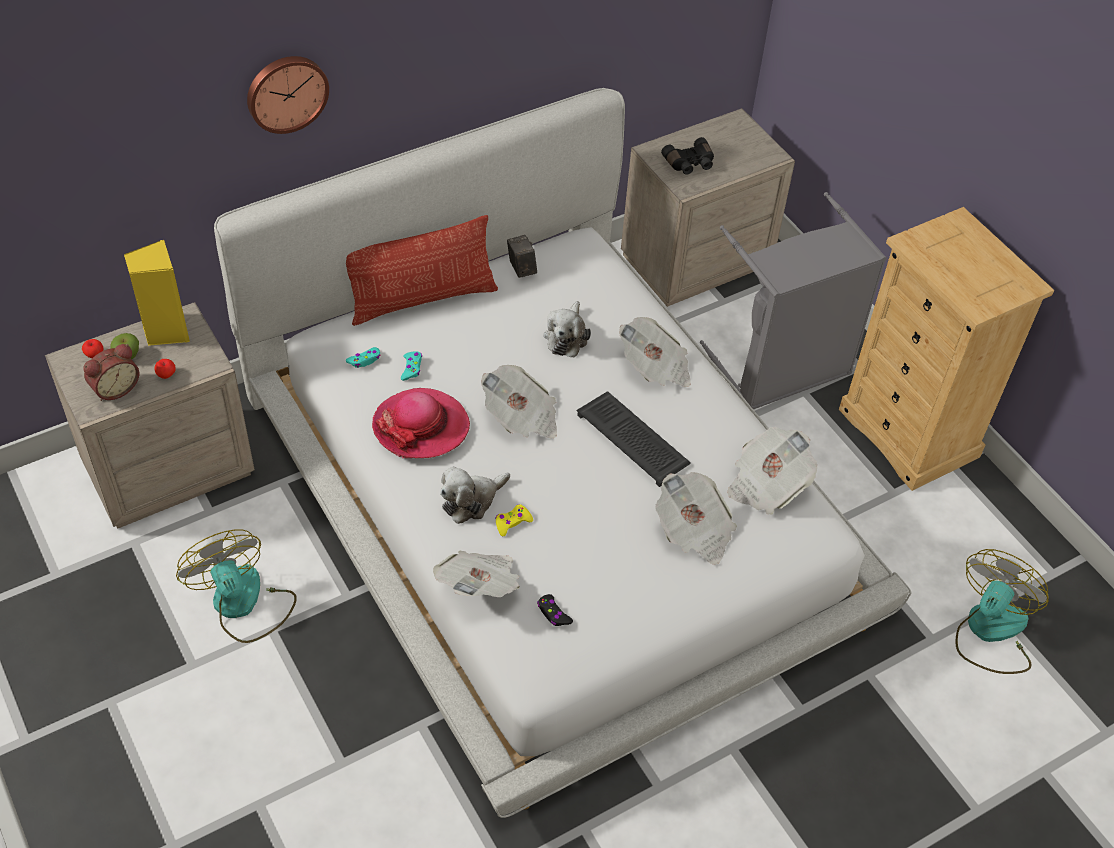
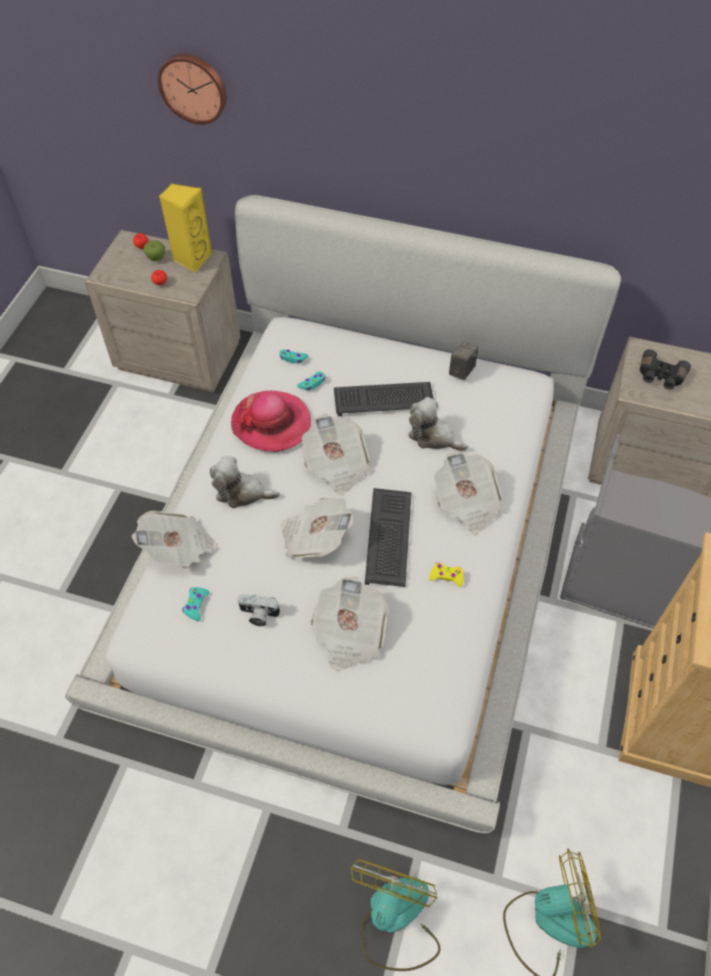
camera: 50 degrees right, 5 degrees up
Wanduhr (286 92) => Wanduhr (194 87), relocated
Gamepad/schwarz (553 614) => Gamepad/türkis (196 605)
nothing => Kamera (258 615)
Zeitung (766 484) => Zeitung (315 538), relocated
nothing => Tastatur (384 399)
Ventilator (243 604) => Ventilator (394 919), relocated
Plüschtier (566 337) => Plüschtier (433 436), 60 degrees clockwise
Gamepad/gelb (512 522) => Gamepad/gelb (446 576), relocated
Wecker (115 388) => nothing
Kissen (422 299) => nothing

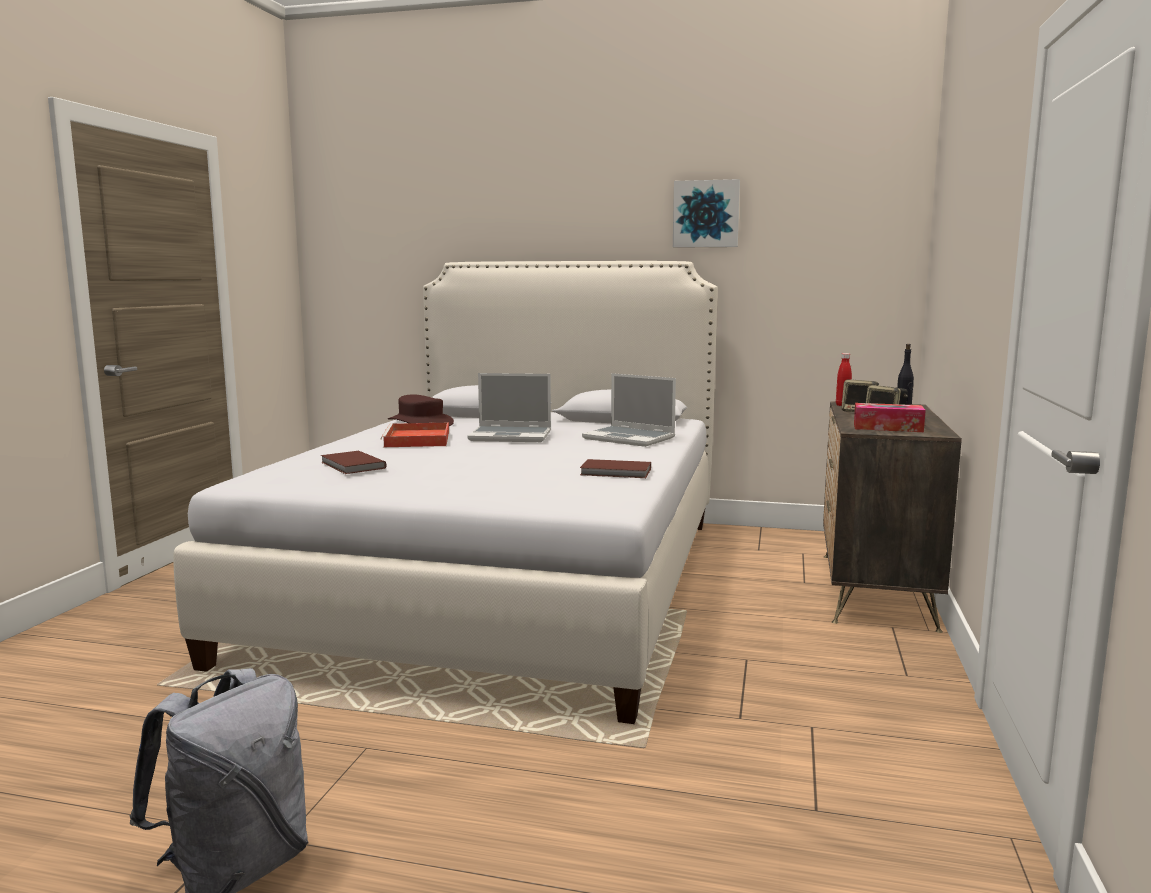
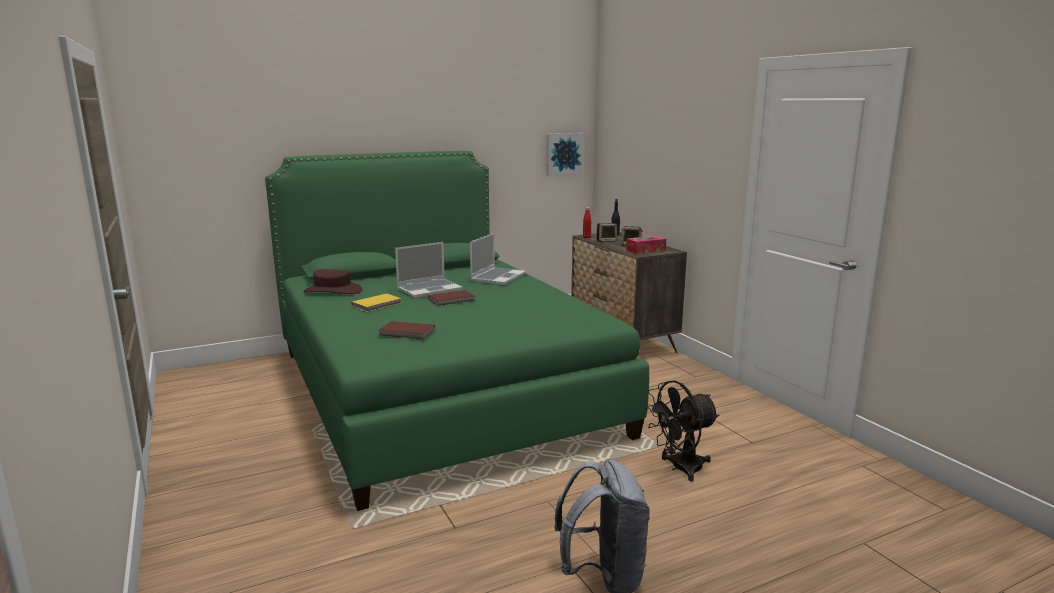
camera: 40 degrees left, 5 degrees up
Bett/weiß (504 582) => Bett/grün (439 390)
Tablett/rot (417 439) => Buch/gelb (378 304)
Buch/braun (616 472) => Buch/braun (452 300), relocated
Laptop (630 438) => Laptop (498 277), 60 degrees counterclockwise
Bild (706 214) => Bild (564 153), relocated
nothing => Ventilator/schwarz (680 468)

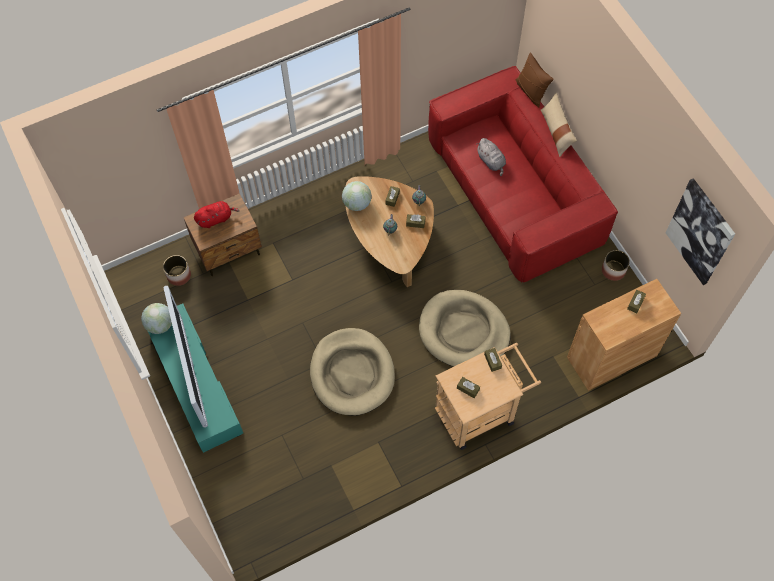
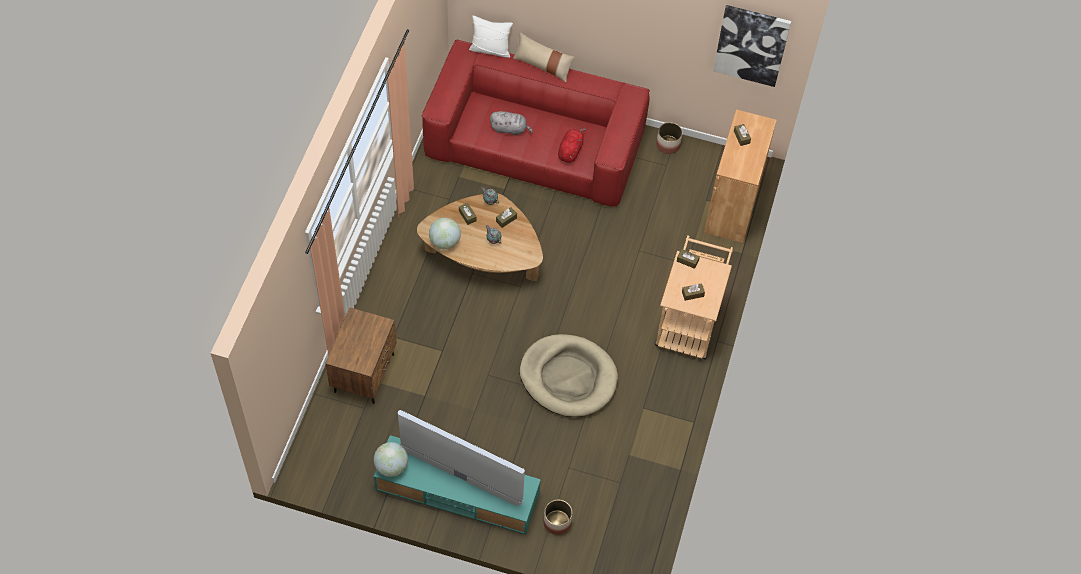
camera: 50 degrees left, 5 degrees down
Kissen/braun (531 91) => Kissen/weiß (490 49)
Pflanzkübel (178 275) => Pflanzkübel (557 522), relocated
Plüschtier/rot (216 219) => Plüschtier/rot (570 151), relocated
Hundebett/beige (464 332) => nothing

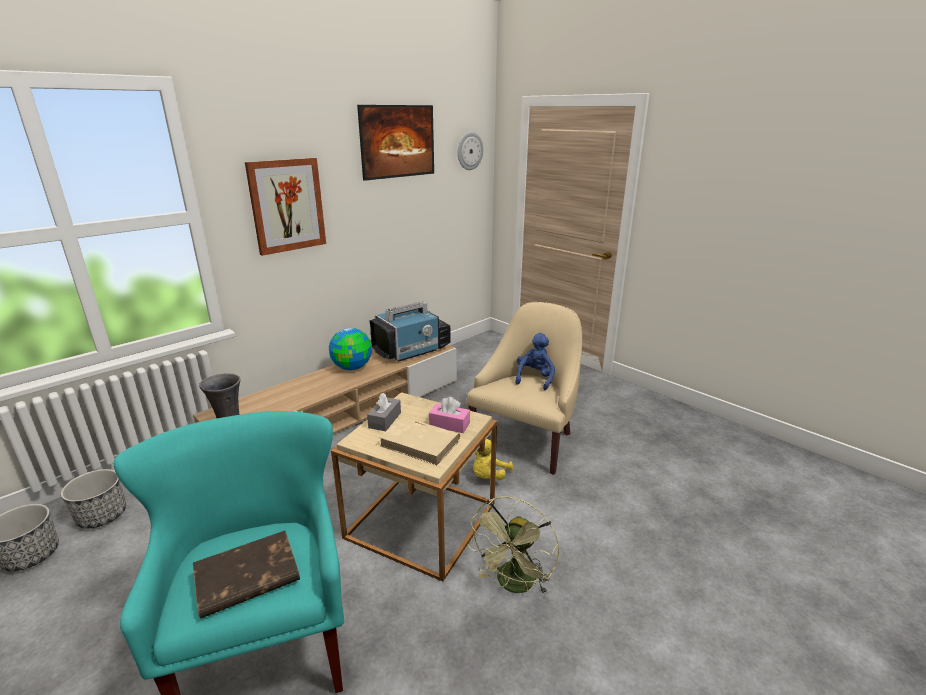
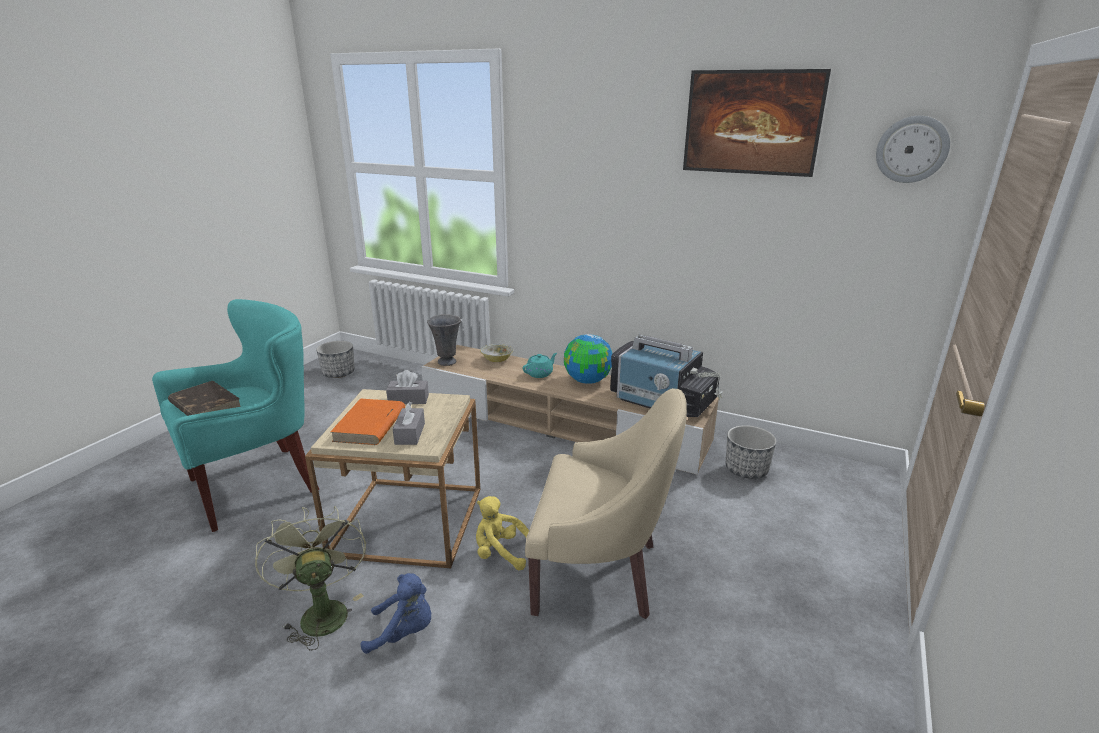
camera: 70 degrees right, 0 degrees up
Ventilator/grün (514 585) => Ventilator/grün (321 611), 60 degrees clockwise
Buch/beige (421 443) => Buch/orange (370 426)
Plüschtier/blau (535 378) => Plüschtier/blau (404 632), relocated
Taschentuchbox/rosa (449 424) => Taschentuchbox/grau (410 434)
nothing => Schüssel (497 360)
nothing => Teekanne/türkis (540 374)
Pflanzkübel (102 516) => Pflanzkübel (746 470), relocated
Bild (287 205) => nothing

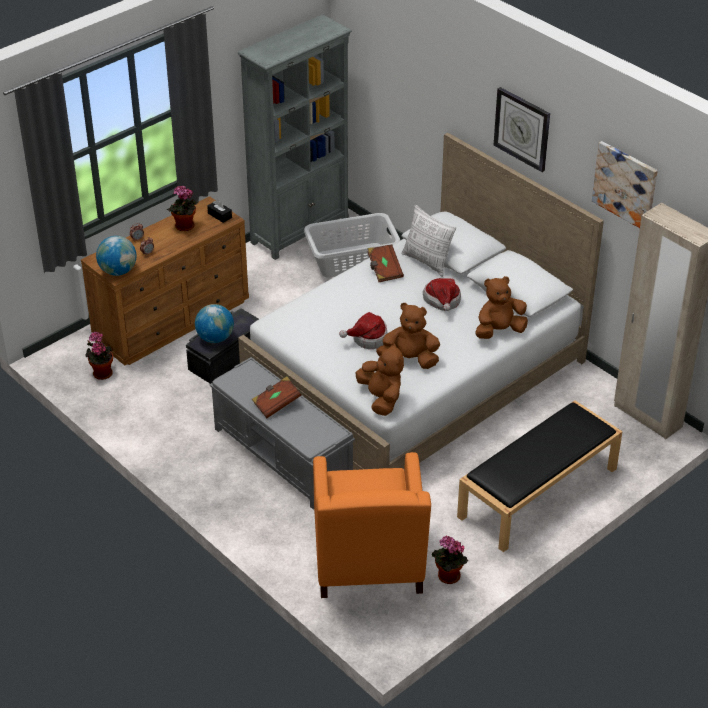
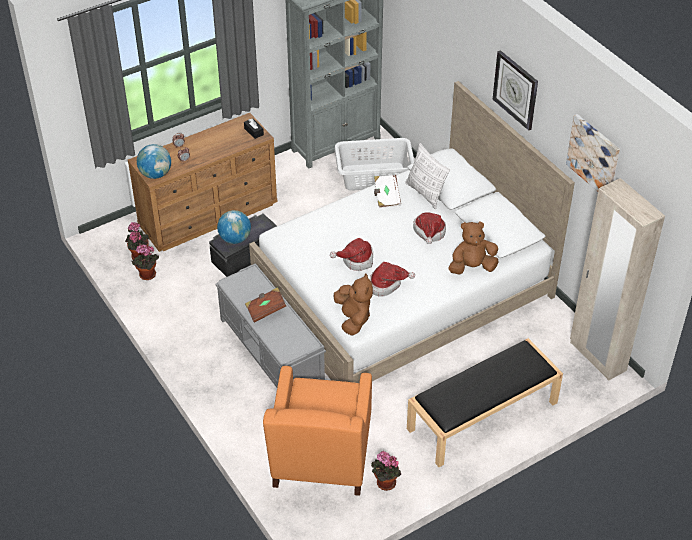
camera: 10 degrees right, 5 degrees up
Topfpflanze (184 227) => Topfpflanze (147 276), relocated
Plüschtier/braun (409 359) => Hut (387 284)
Buch/braun (384 270) => Buch/weiß (386 197)

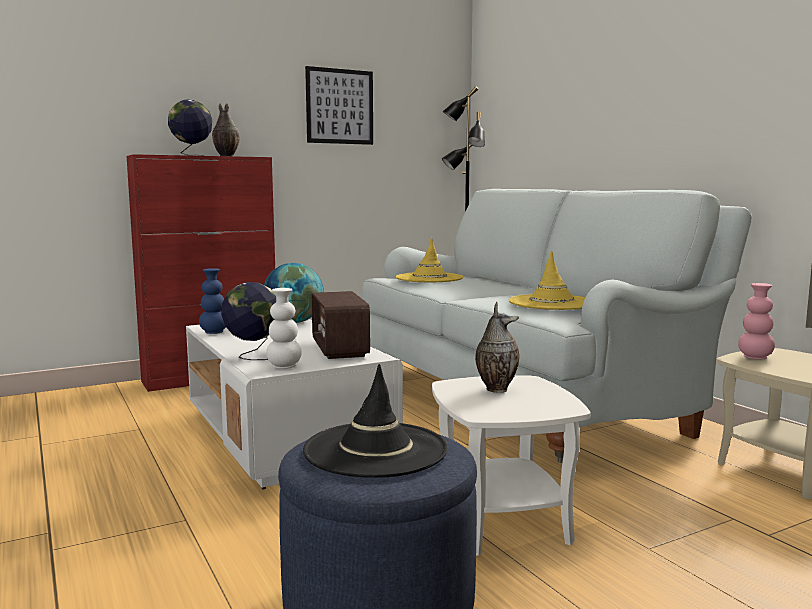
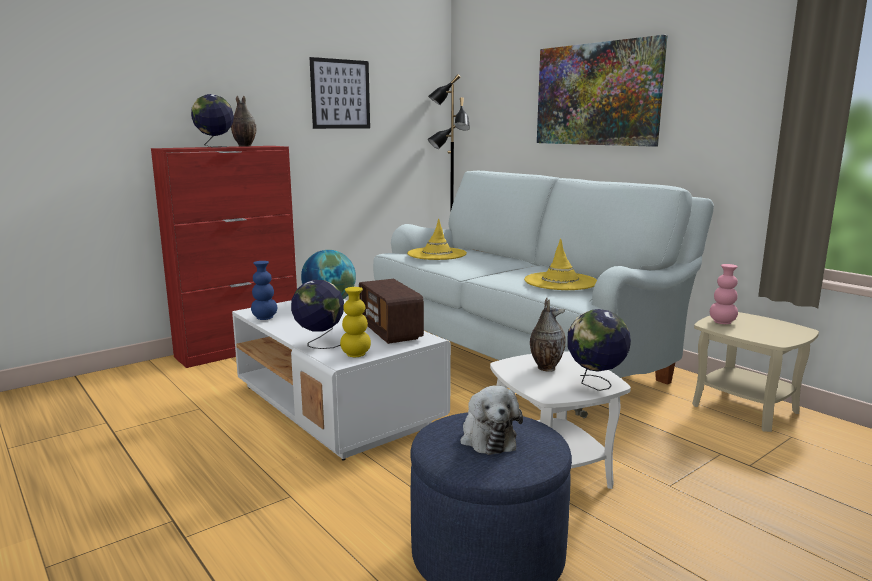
camera: 10 degrees left, 5 degrees up
Vase/weiß (284 367) => Vase/gelb (356 355)
Hut/schwarz (375 450) => Plüschtier (487 437)
nothing => Bild (597 94)
nothing => Globus (595 385)

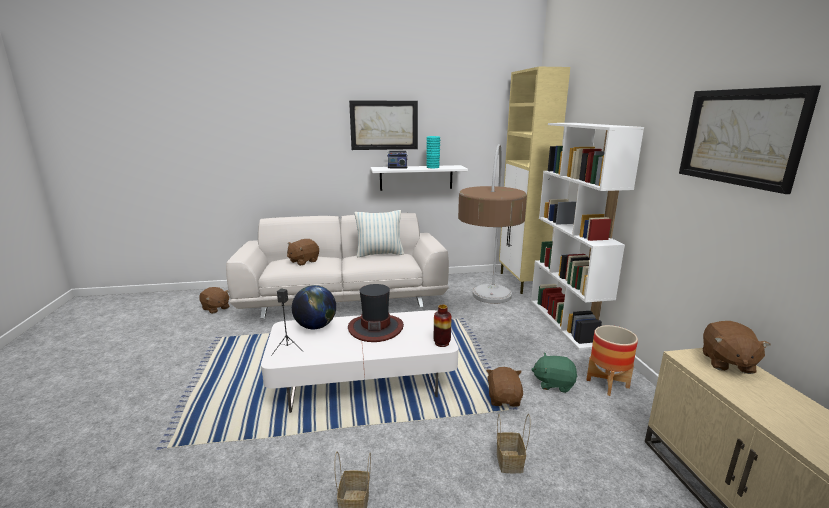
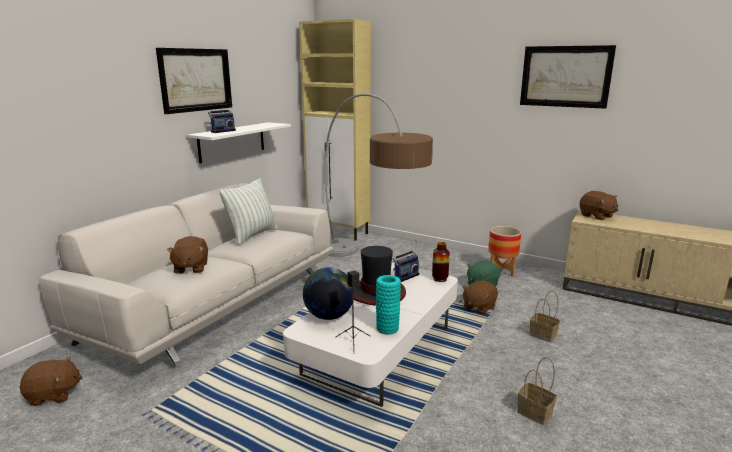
camera: 50 degrees left, 0 degrees up
Vase/türkis (433 167) => Vase/türkis (387 328), relocated
nothing => Radio (405 276)
Plüschtier/braun (504 399) => Plüschtier/braun (478 307), 90 degrees counterclockwise
Bücherregal/weiß (566 322) => nothing

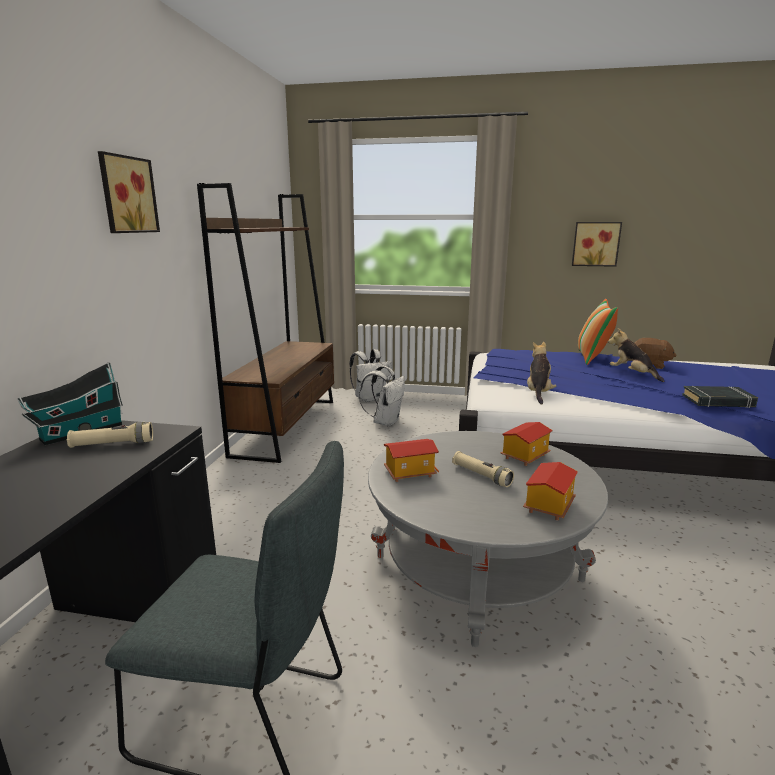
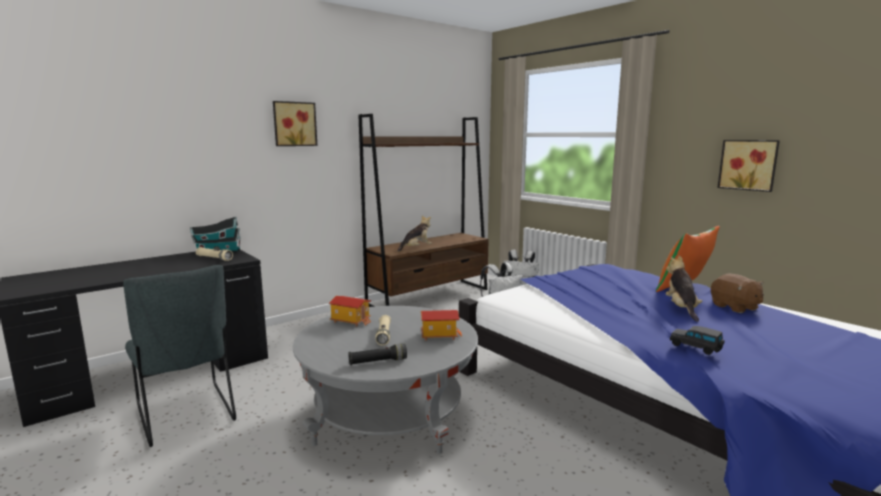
camera: 40 degrees right, 5 degrees down
Spielzeughaus (548 506) => Taschenlampe/schwarz (378 362)
Plüschtier (538 393) => Plüschtier (416 248), relocated
Buch/schwarz (718 401) => Spielzeugauto/schwarz (696 348)

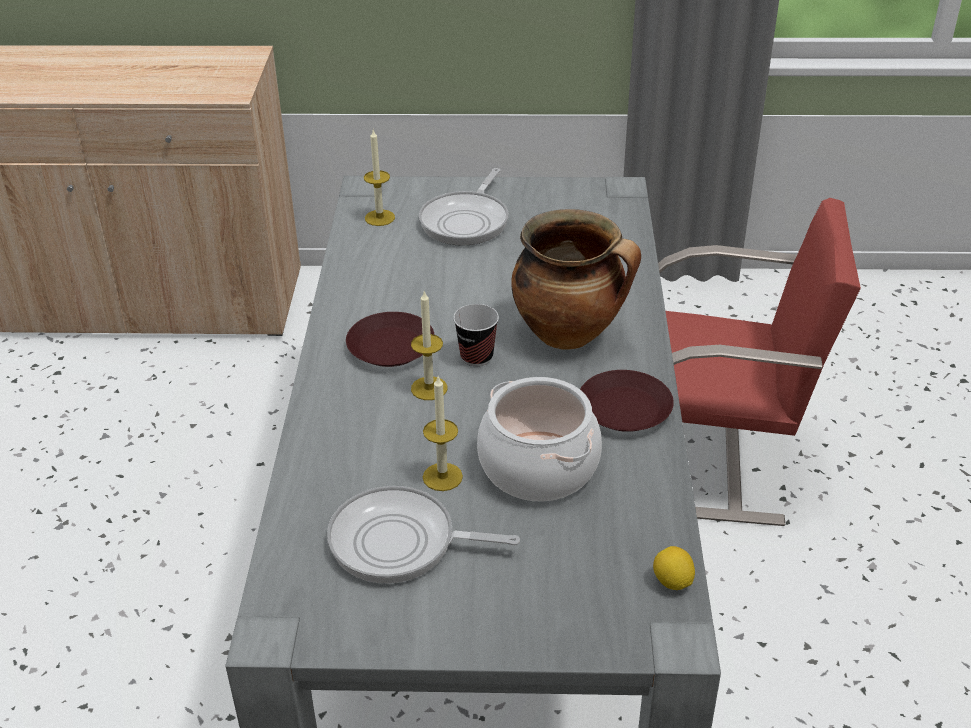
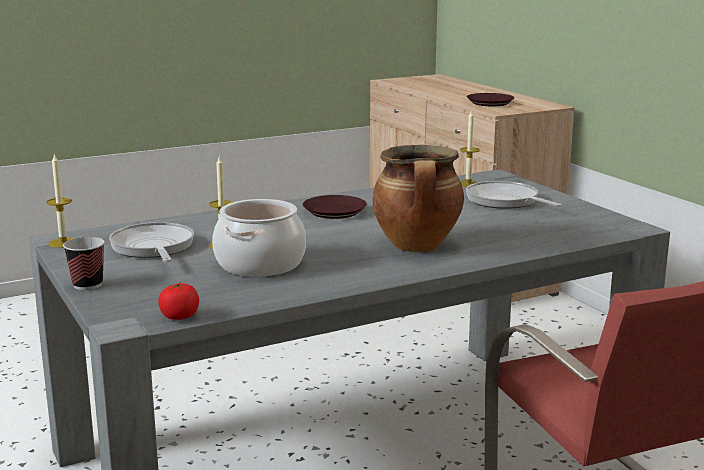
camera: 60 degrees right, 20 degrees down
Kerze (429 388) => Kerze (63 243), relocated
Tasse (476 357) => Tasse (87 285), relocated
Zitrone (672 582) => Tomate (180 316)
Pfanne (467 221) => Pfanne (505 201), 60 degrees clockwise
Teller/braun (623 409) => Teller/braun (489 103), relocated

